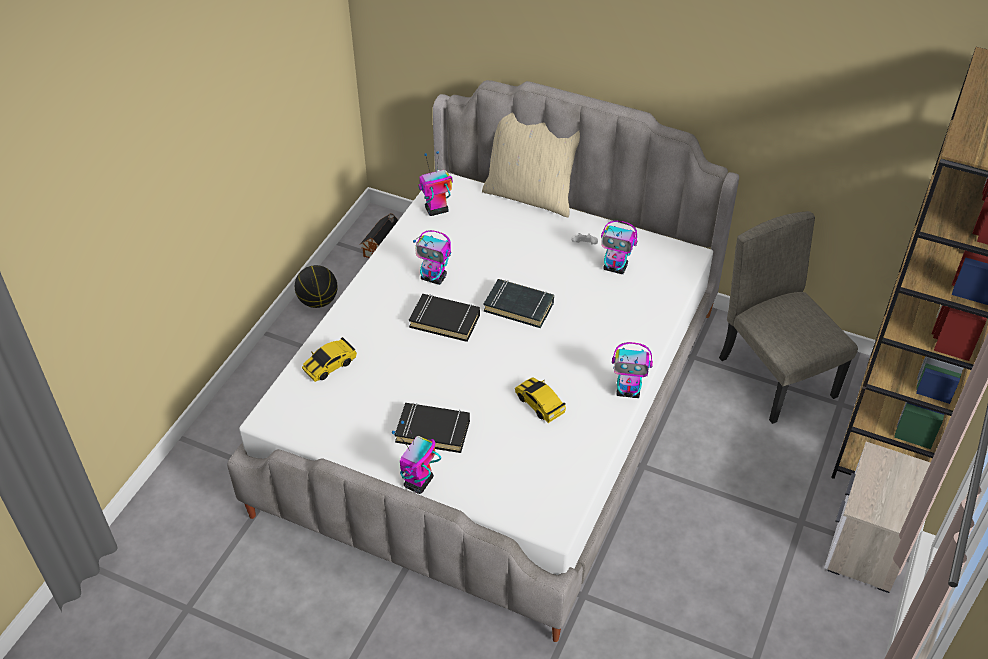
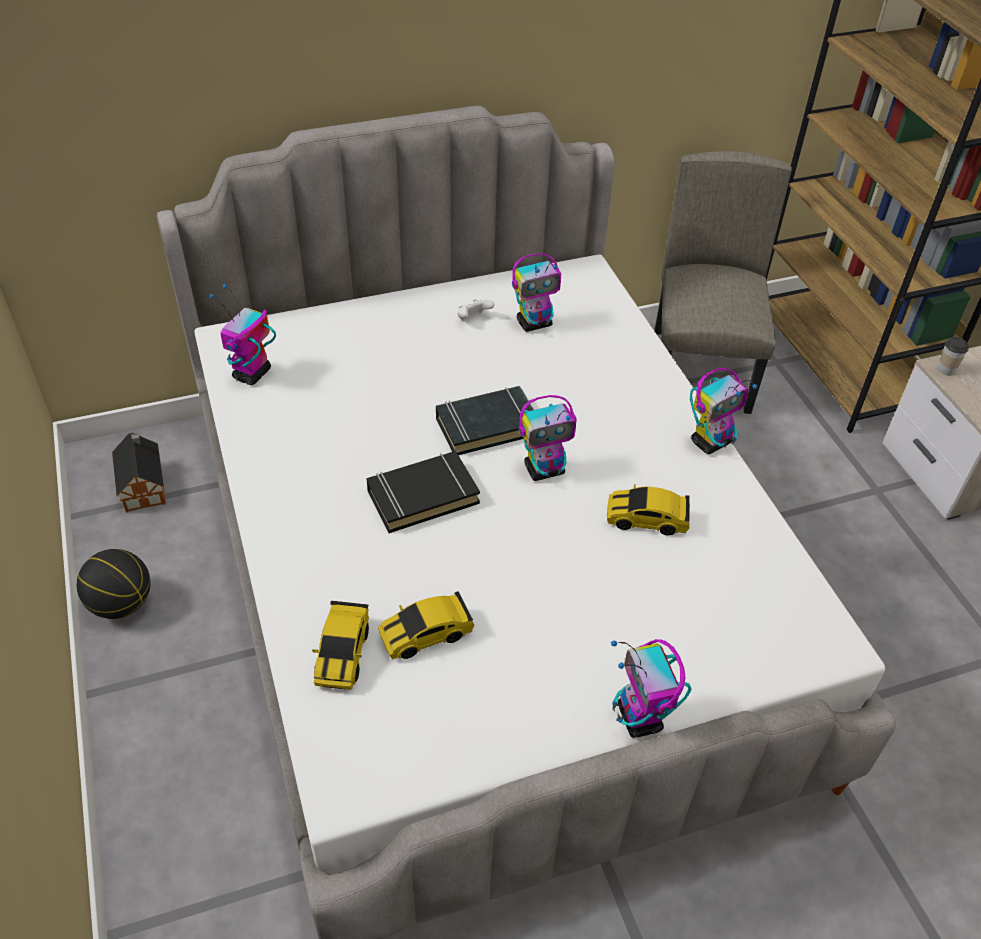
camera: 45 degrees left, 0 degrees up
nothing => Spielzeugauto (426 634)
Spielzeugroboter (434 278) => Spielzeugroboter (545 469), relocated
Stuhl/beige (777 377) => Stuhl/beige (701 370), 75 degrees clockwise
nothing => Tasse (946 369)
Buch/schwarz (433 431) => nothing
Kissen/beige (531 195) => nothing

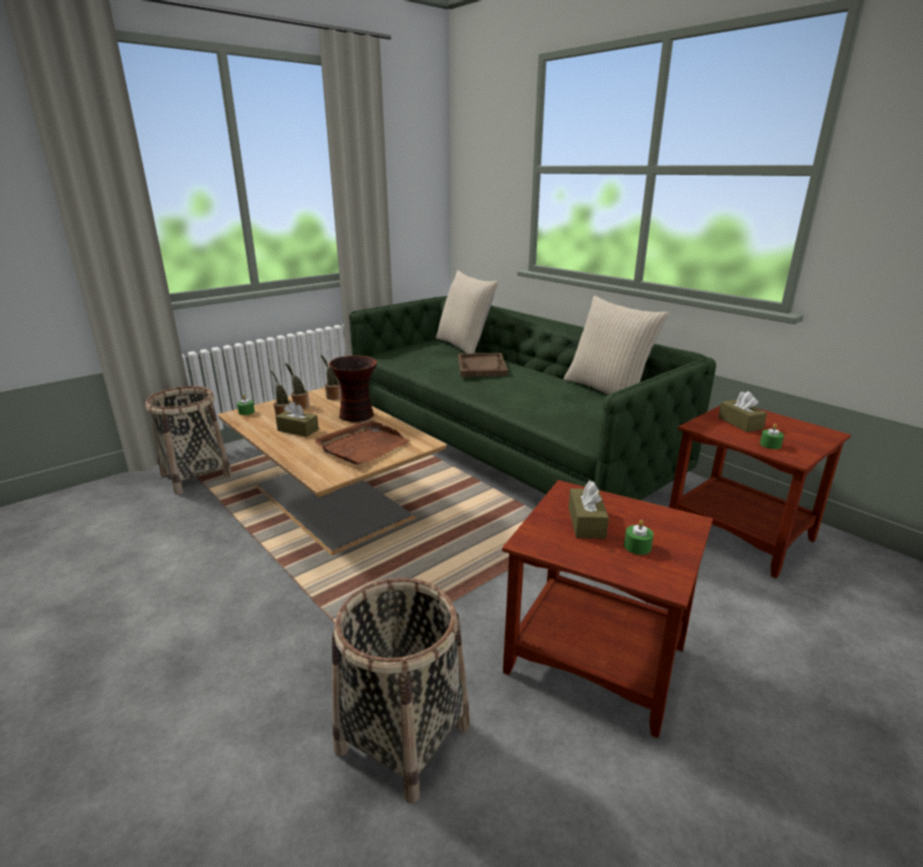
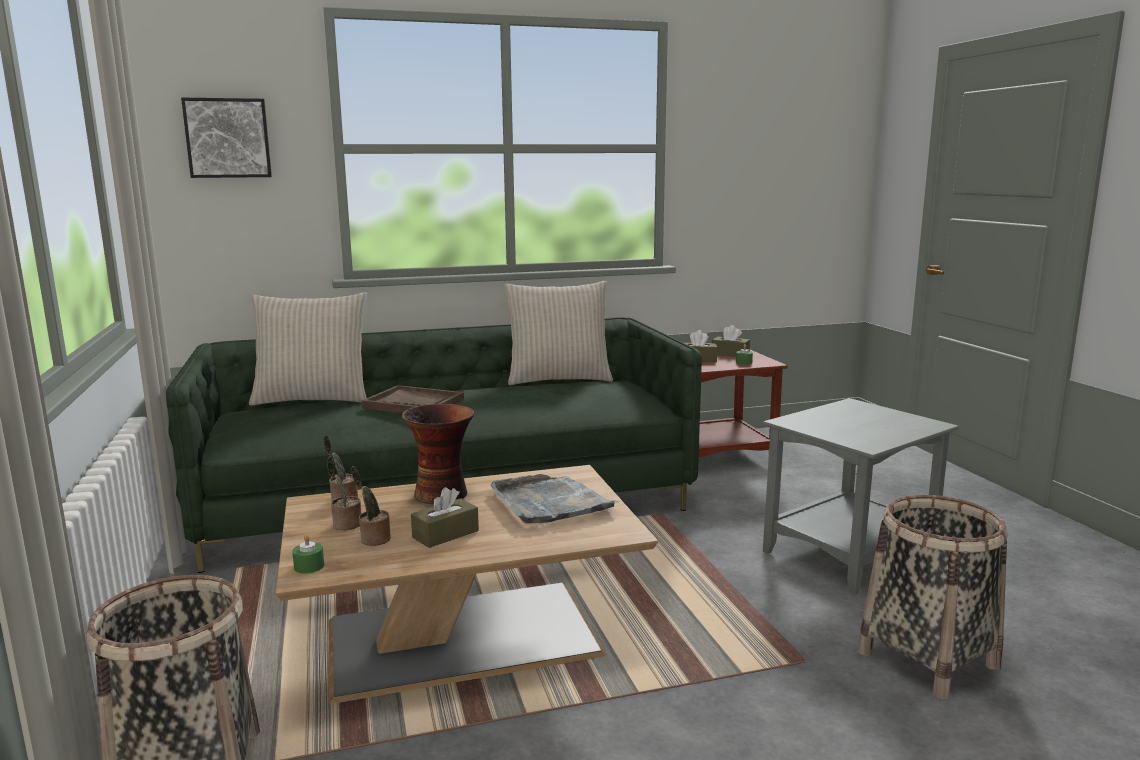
camera: 65 degrees left, 10 degrees down
nothing => Bild (228 138)
Tablett/braun (362 446) => Tablett/grau (550 502)
Taschentuchbox/braun (586 522) => Taschentuchbox/braun (730 354), relocated
Beistelltisch/braun (596 658) => Beistelltisch/grau (847 552)
Kerze/grün (637 546) => nothing

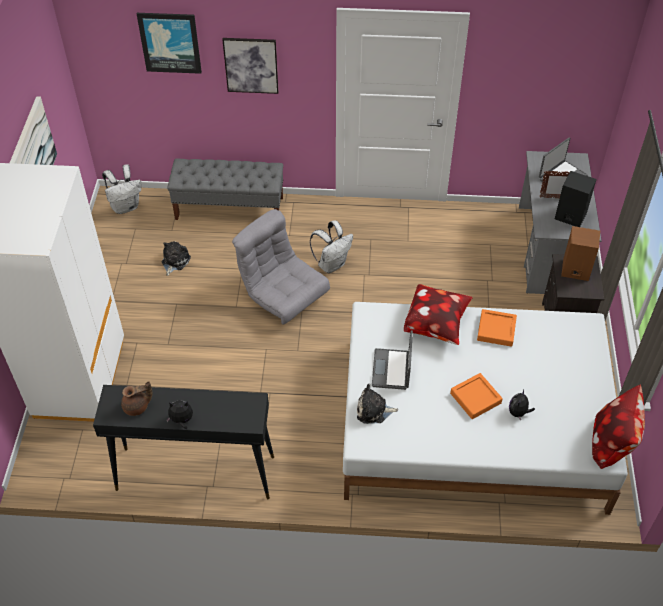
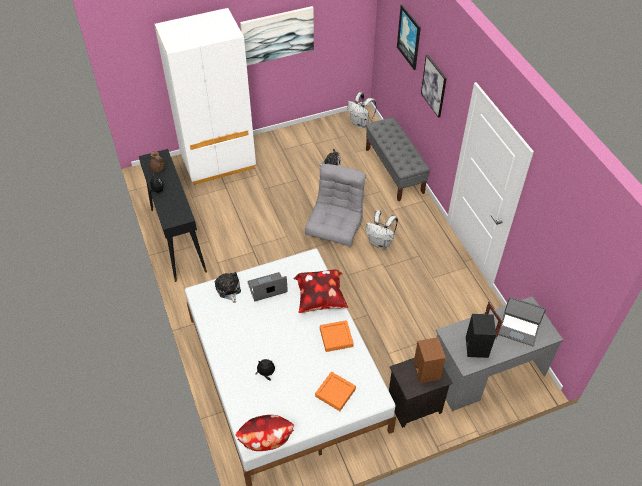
camera: 65 degrees right, 0 degrees up
Tablett/orange (475 398) => Tablett/orange (335 393), relocated

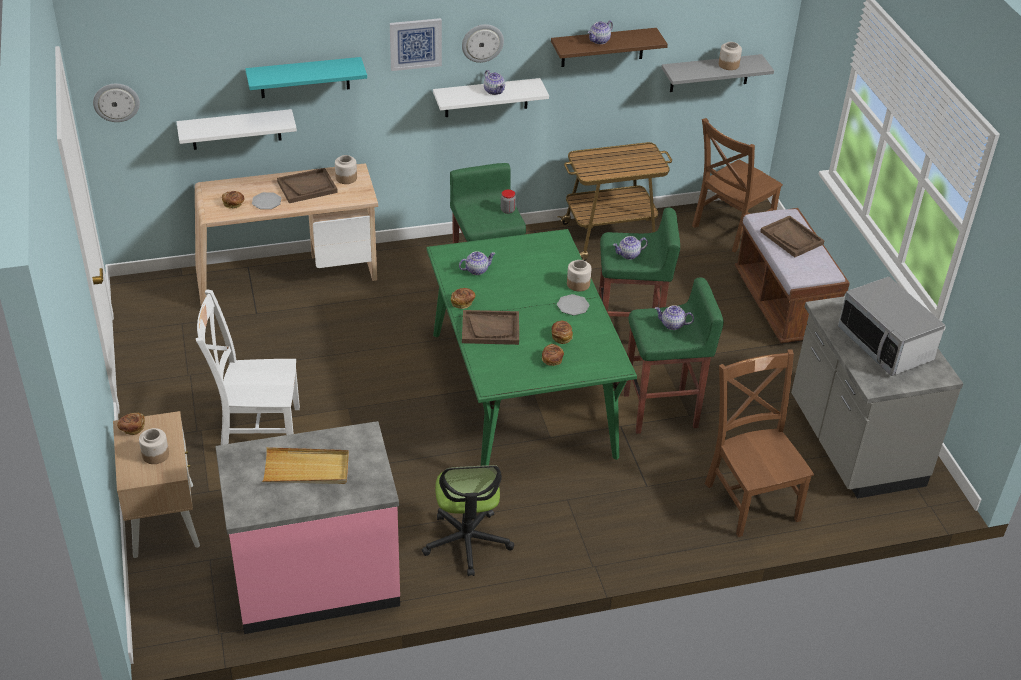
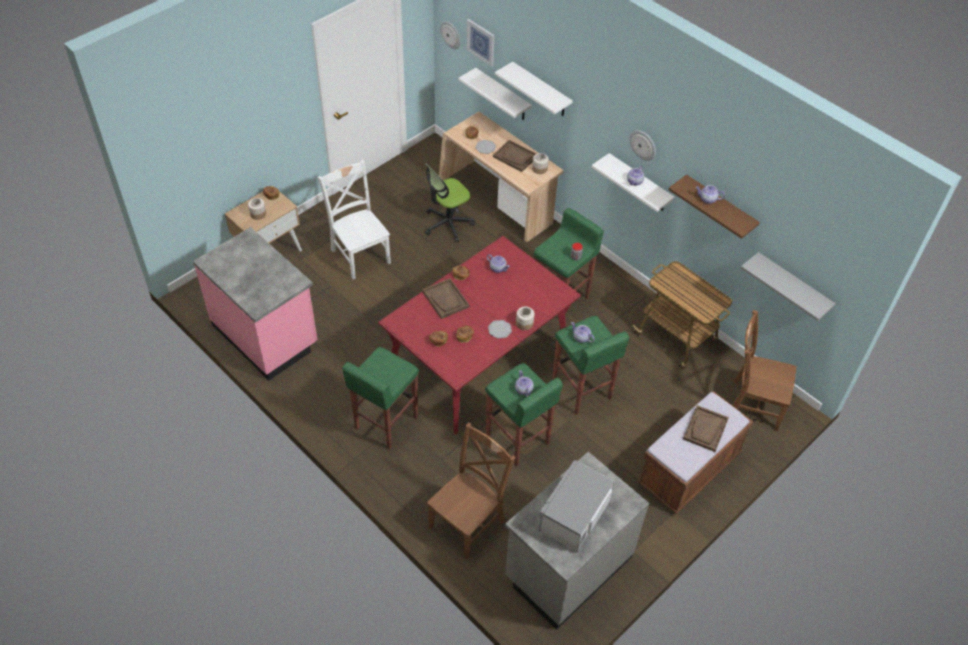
camera: 60 degrees right, 10 degrees up
nothing => Hocker/grün (385 423)
Esstisch/grün (521 393) => Esstisch/rot (479 358)
Bürostuhl (467 542) => Bürostuhl (448 224), relocated
Bild (415 43) => Bild (481 42), relocated
Wandregal/türkis (304 77) => Wandregal/weiß (541 90)
Tablett/beige (306 469) => nothing
Vorratsglas (728 65) => nothing

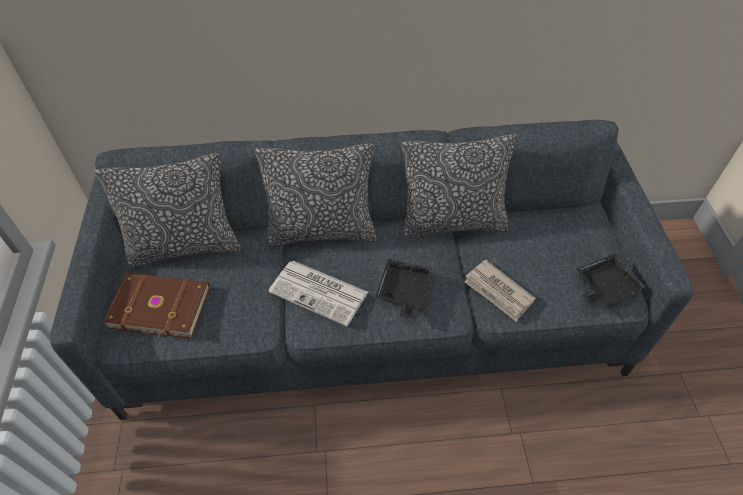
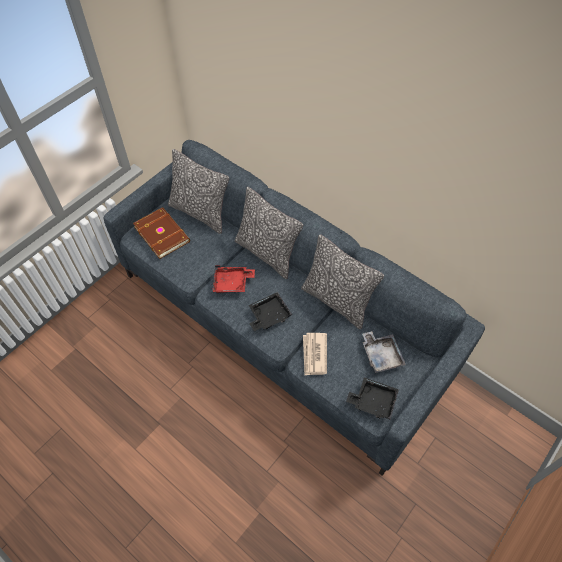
camera: 45 degrees right, 5 degrees up
Zeitung (320 292) => Tablett/rot (232 283)
nothing => Tablett/grau (381 355)

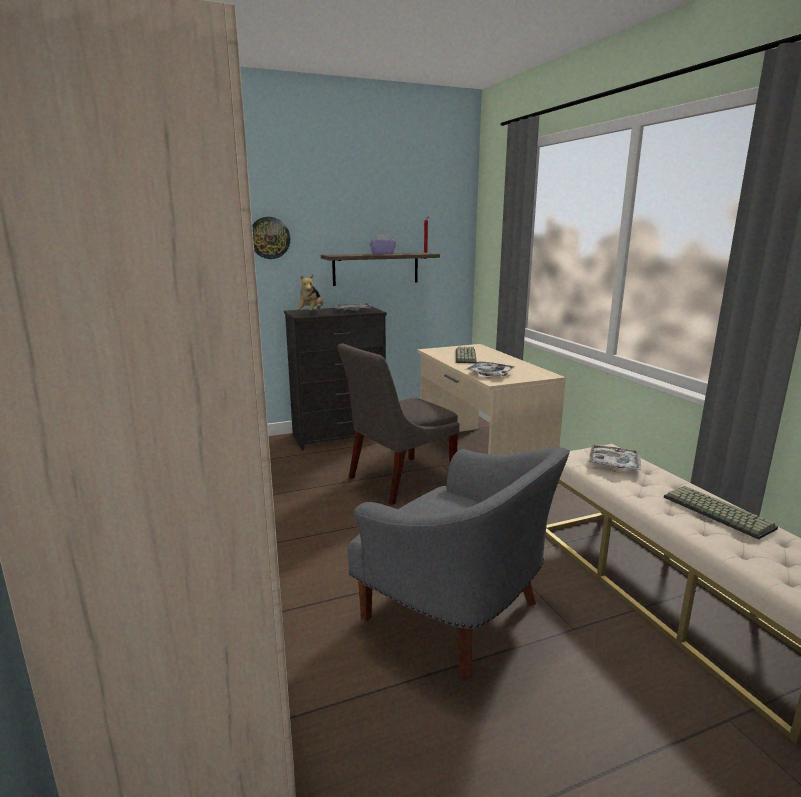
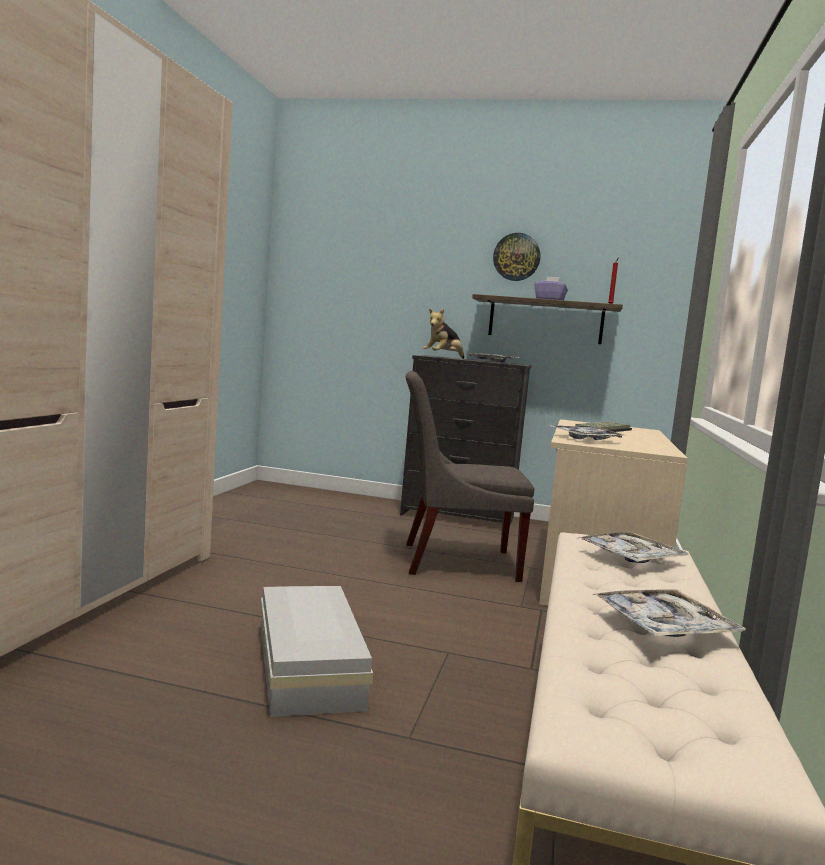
camera: 35 degrees right, 10 degrees down
Sessel/grau (458 615) => Aufbewahrungsbox/weiß (306 668)
Wanduhr (269 238) => Wanduhr (516 257), relocated
Tastatur (715 512) => Tablett (664 626)

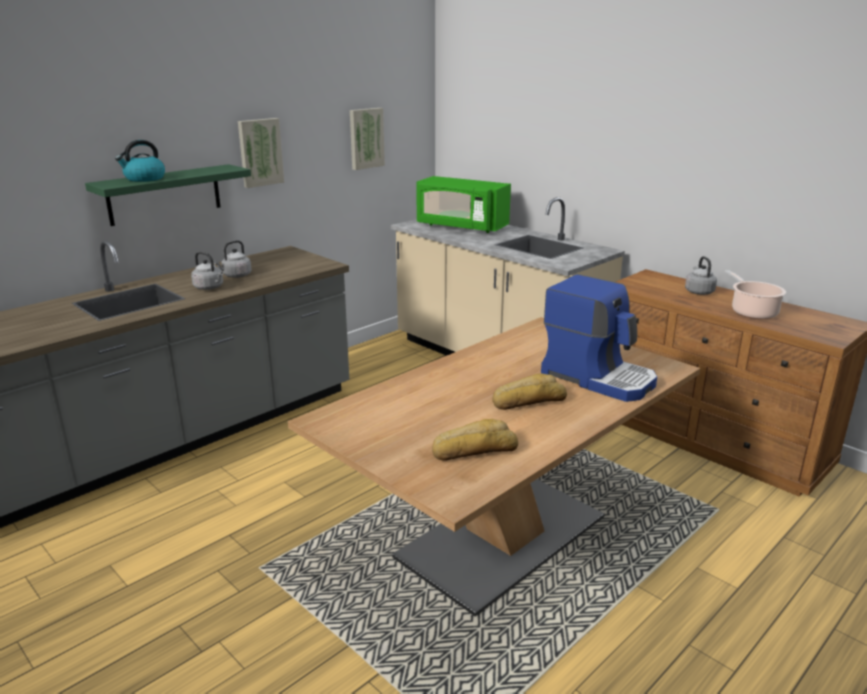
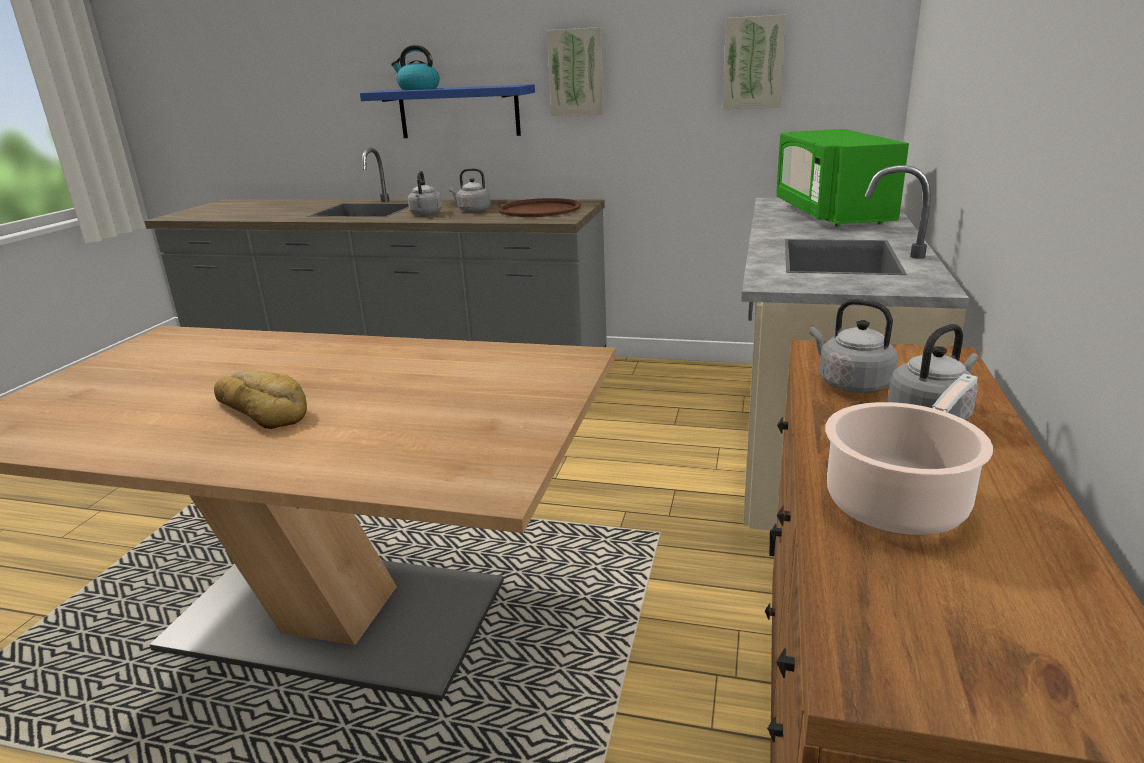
camera: 60 degrees right, 0 degrees up
Wandregal/grün (164 194) => Wandregal/blau (459 112)
nothing => Tablett/braun (539 209)
nothing => Wasserkessel/grau (850 384)
Brot (474 449) => nothing
Kaffeemaschine (598 377) => nothing

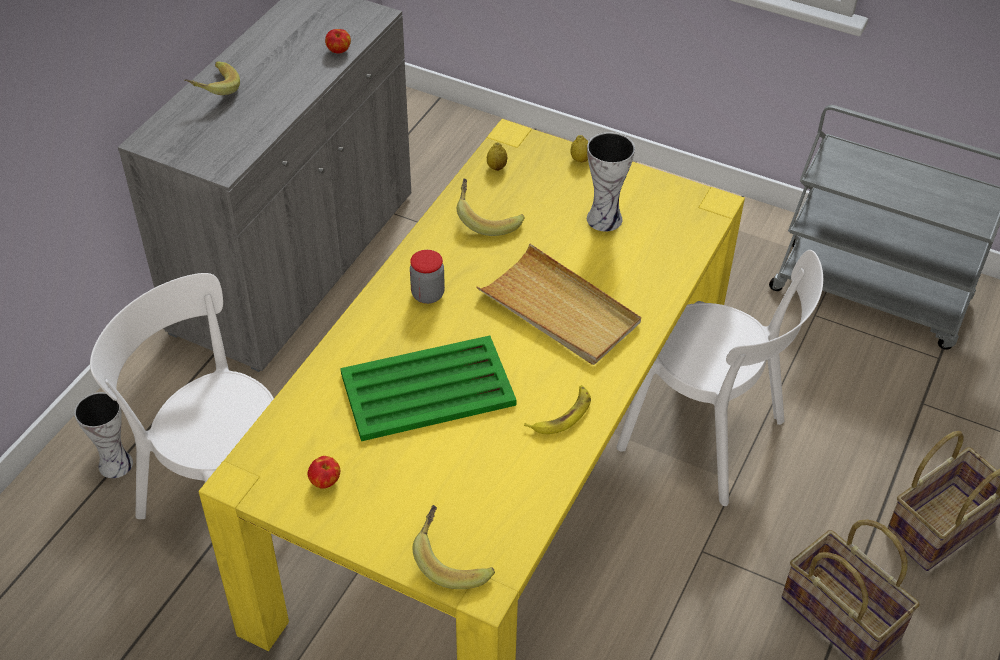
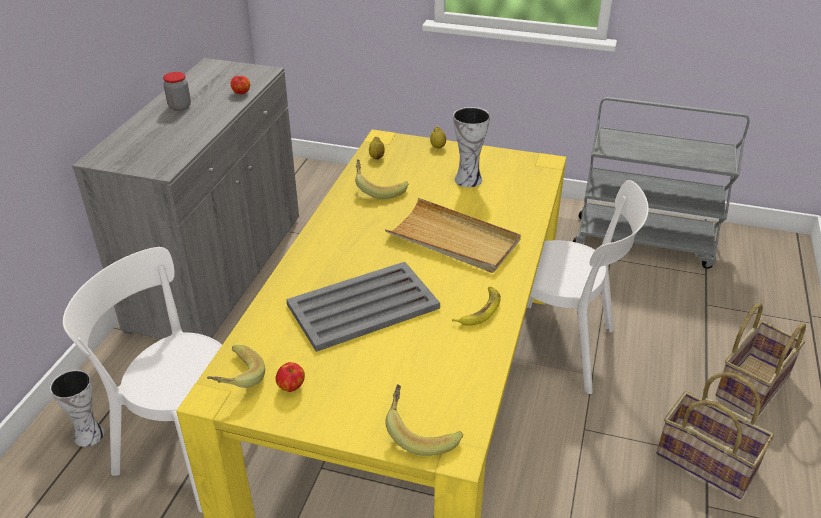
camera: 10 degrees left, 10 degrees down
Vorratsglas (428 294) => Vorratsglas (180 107), relocated
Banane (212 90) => Banane (234 379), relocated
Tablett/grün (429 389) => Tablett/grau (364 306)

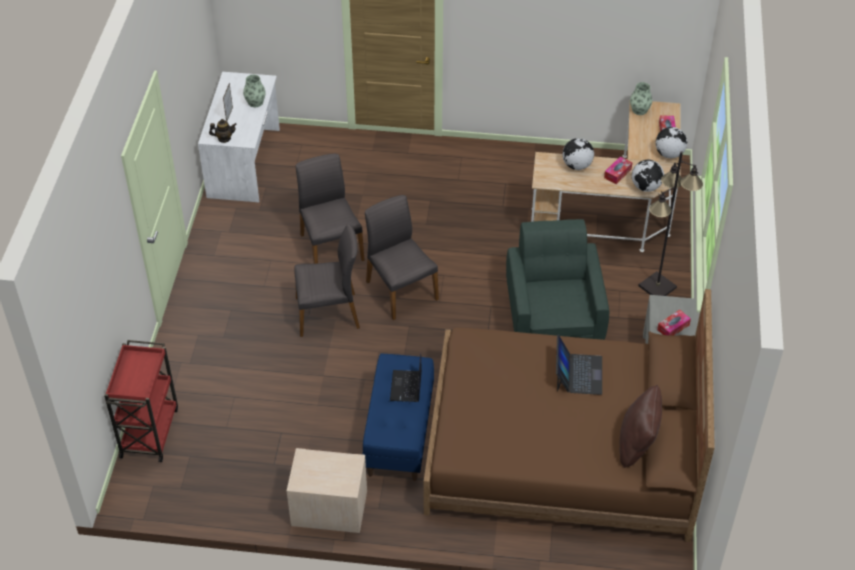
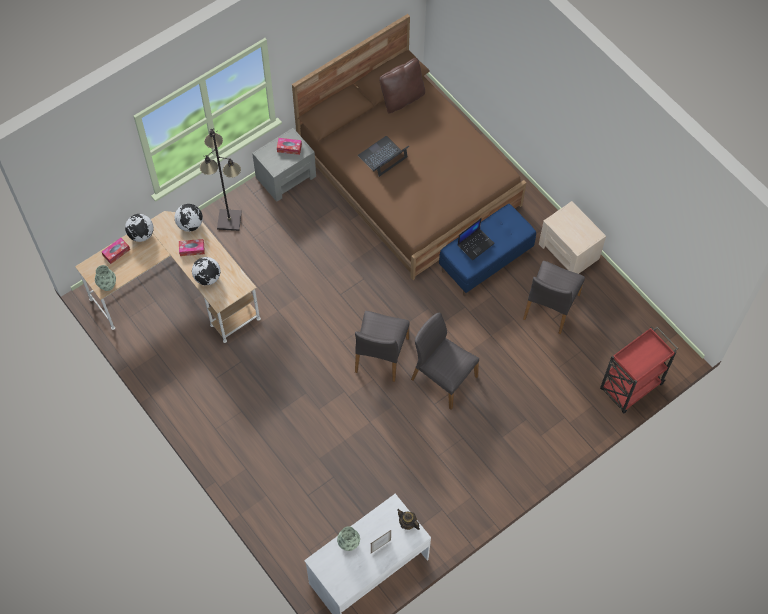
camera: 135 degrees left, 15 degrees up
Stuhl/grau (330 247) => Stuhl/grau (550 307), relocated
Sessel/grün (553 317) => nothing

